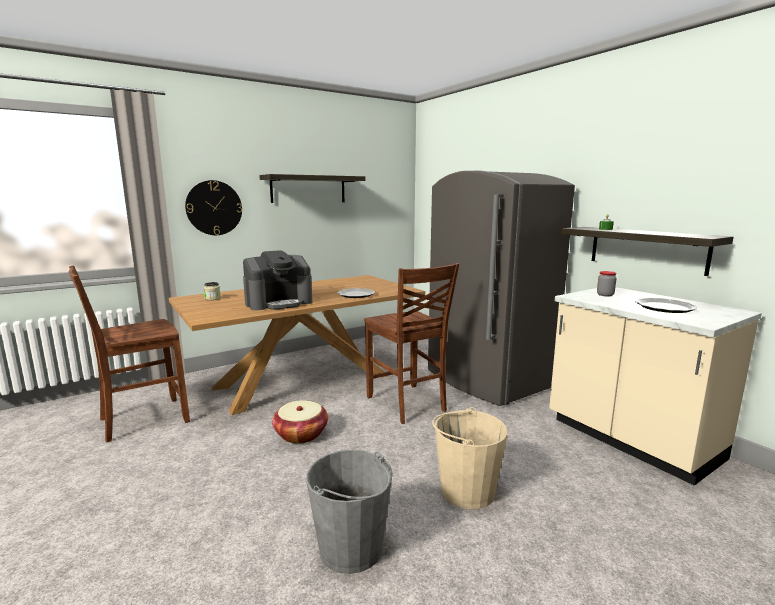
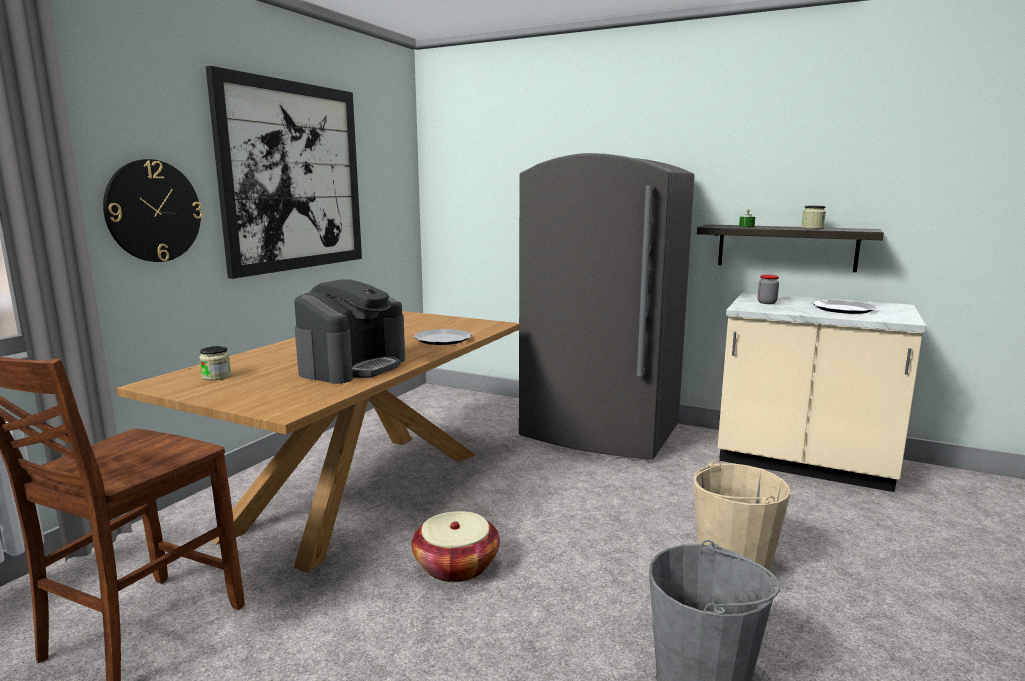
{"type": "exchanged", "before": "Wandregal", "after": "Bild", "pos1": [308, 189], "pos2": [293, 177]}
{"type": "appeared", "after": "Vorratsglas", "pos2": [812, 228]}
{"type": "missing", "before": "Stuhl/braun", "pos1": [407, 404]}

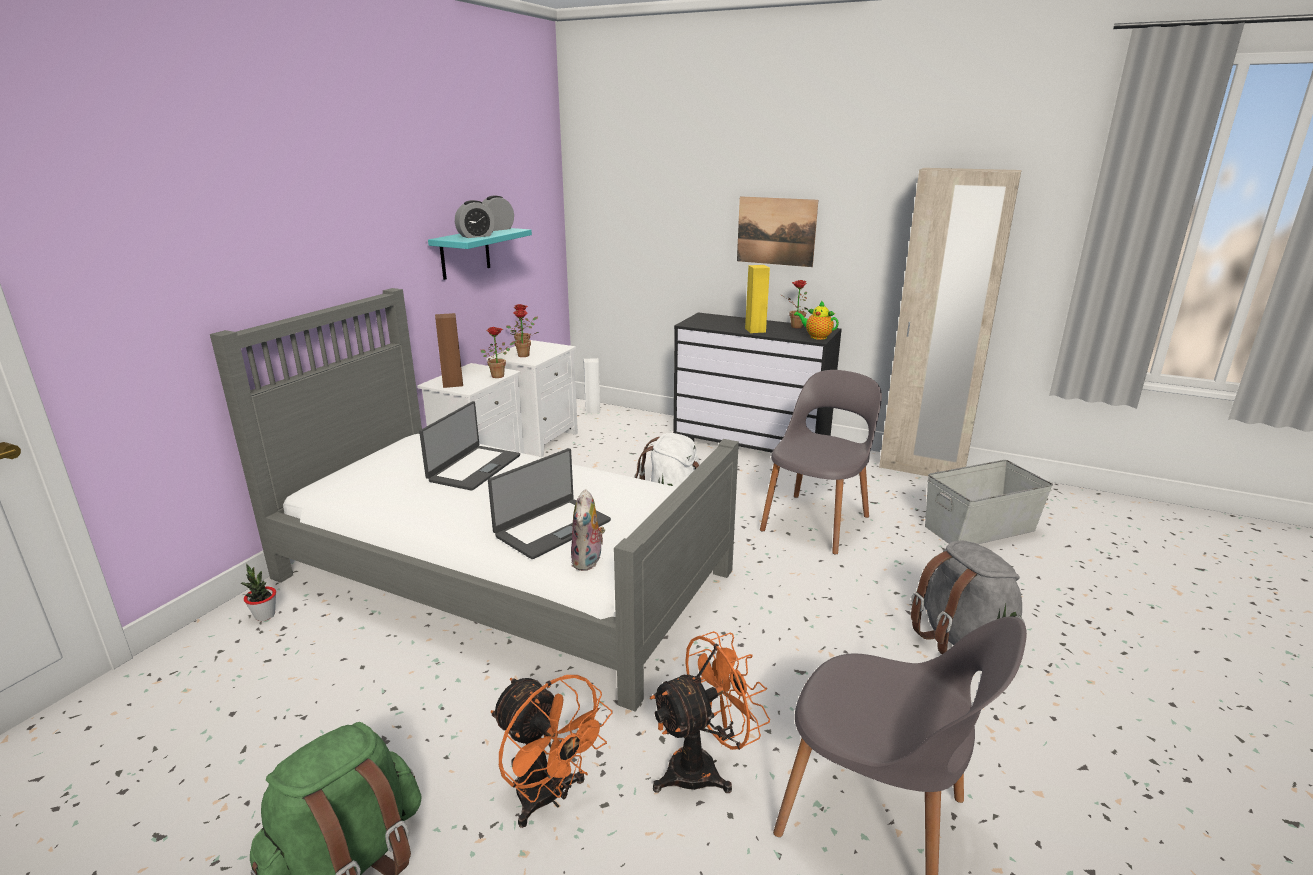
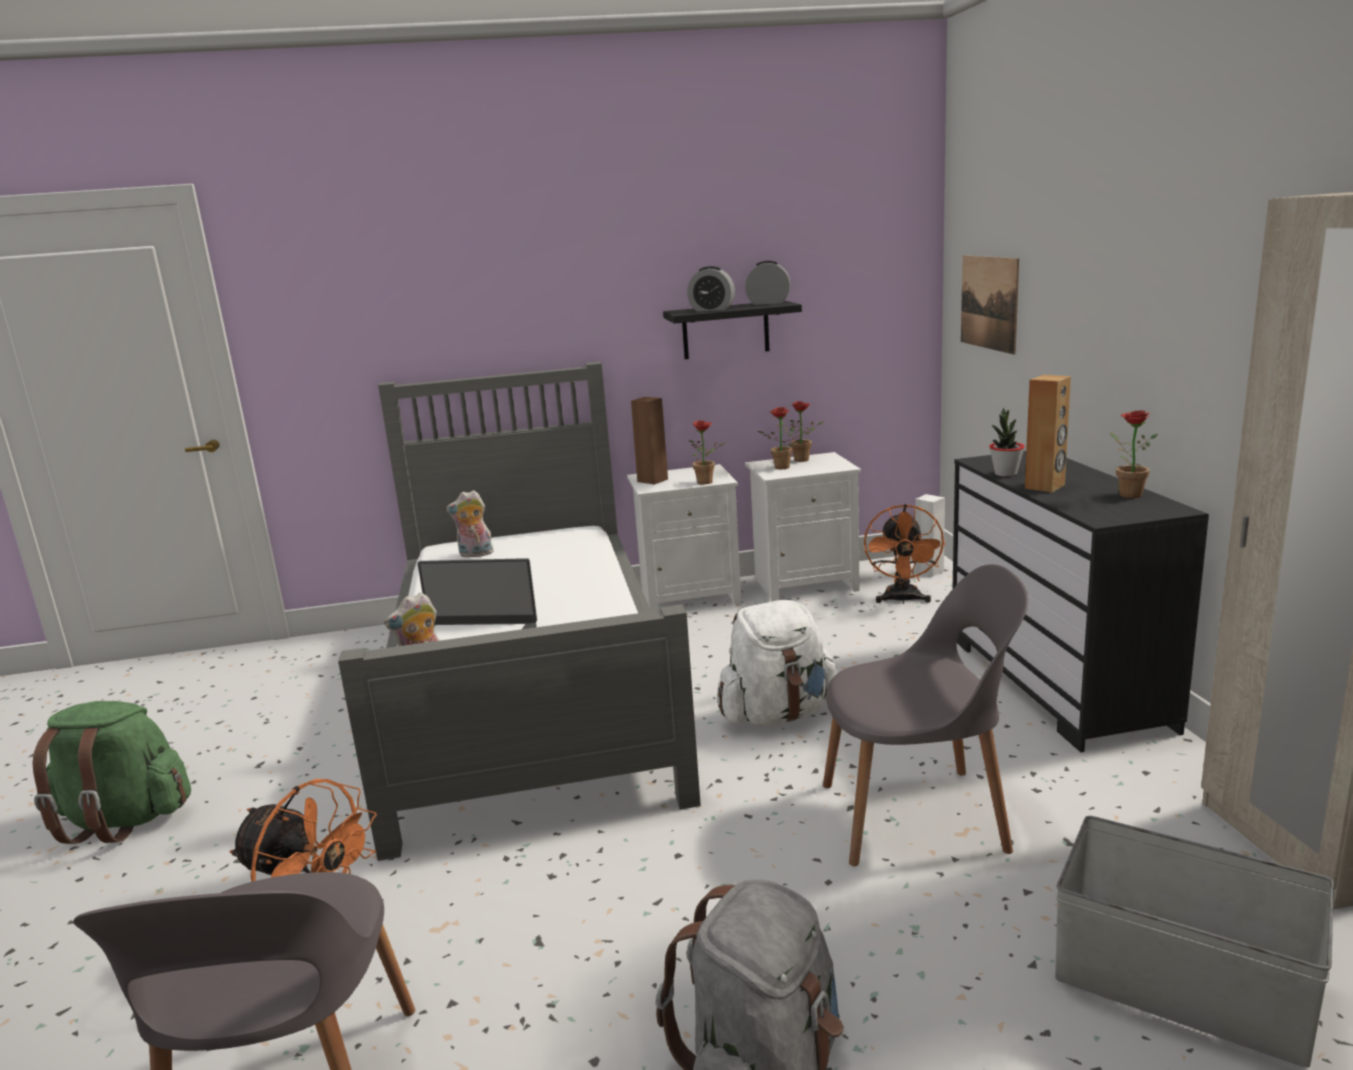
{"type": "appeared", "after": "Plüschtier", "pos2": [475, 554]}
{"type": "colour", "before": "Wandregal/türkis", "after": "Wandregal/schwarz", "pos1": [465, 253], "pos2": [725, 330]}
{"type": "relocated", "before": "Ventilator/orange", "pos1": [548, 798], "pos2": [902, 600]}
{"type": "relocated", "before": "Bild", "pos1": [776, 231], "pos2": [989, 302]}
{"type": "relocated", "before": "Topfpflanze", "pos1": [265, 615], "pos2": [1005, 474]}
{"type": "colour", "before": "Lautsprecher/gelb", "after": "Lautsprecher/braun", "pos1": [755, 330], "pos2": [1045, 487]}
{"type": "missing", "before": "Laptop", "pos1": [473, 468]}
{"type": "missing", "before": "Teekanne", "pos1": [816, 337]}

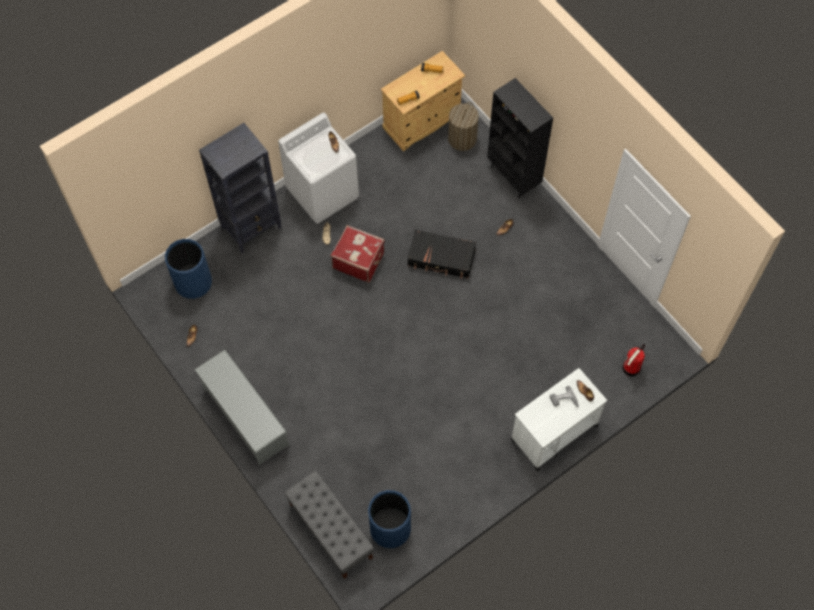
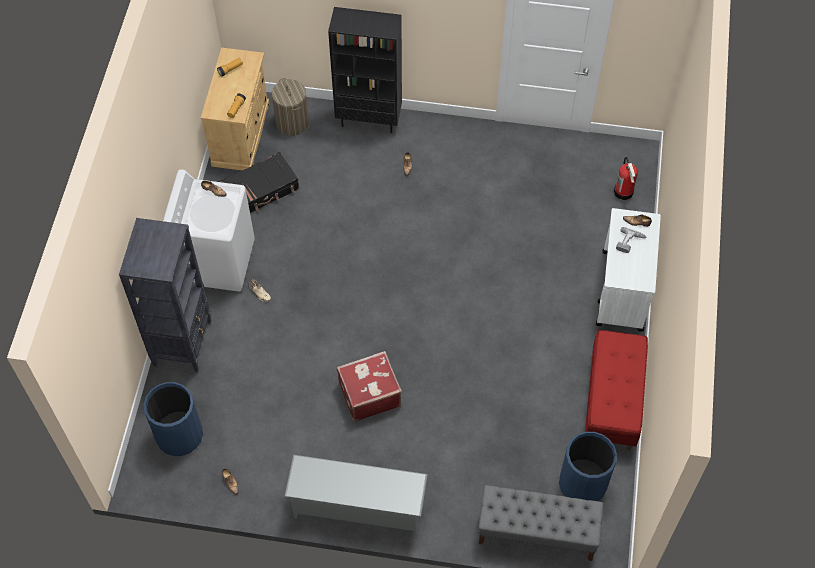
{"type": "relocated", "before": "Koffer/schwarz", "pos1": [441, 258], "pos2": [259, 191]}
{"type": "relocated", "before": "Koffer/rot", "pos1": [358, 260], "pos2": [368, 394]}
{"type": "appeared", "after": "Bank/rot", "pos2": [612, 401]}

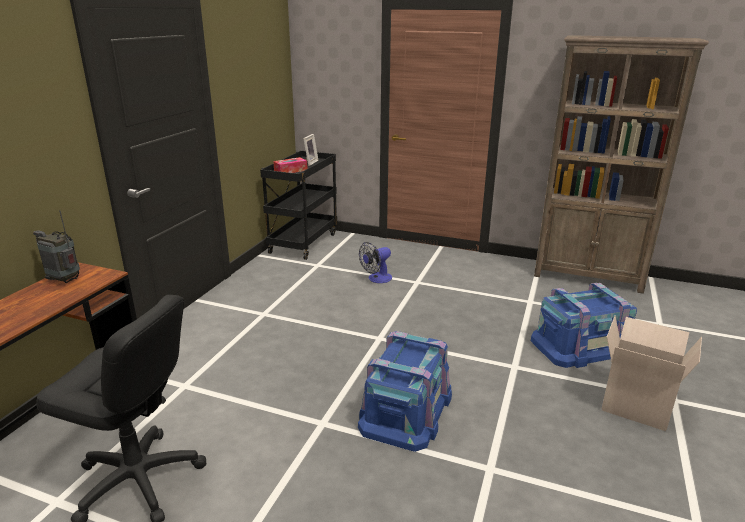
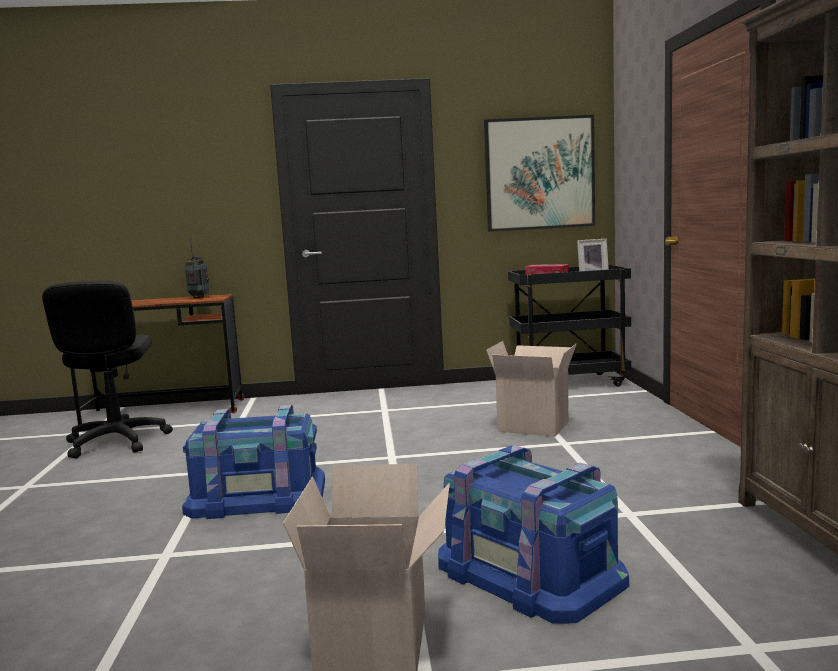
{"type": "appeared", "after": "Bild", "pos2": [539, 173]}
{"type": "exchanged", "before": "Ventilator", "after": "Karton", "pos1": [376, 279], "pos2": [535, 426]}

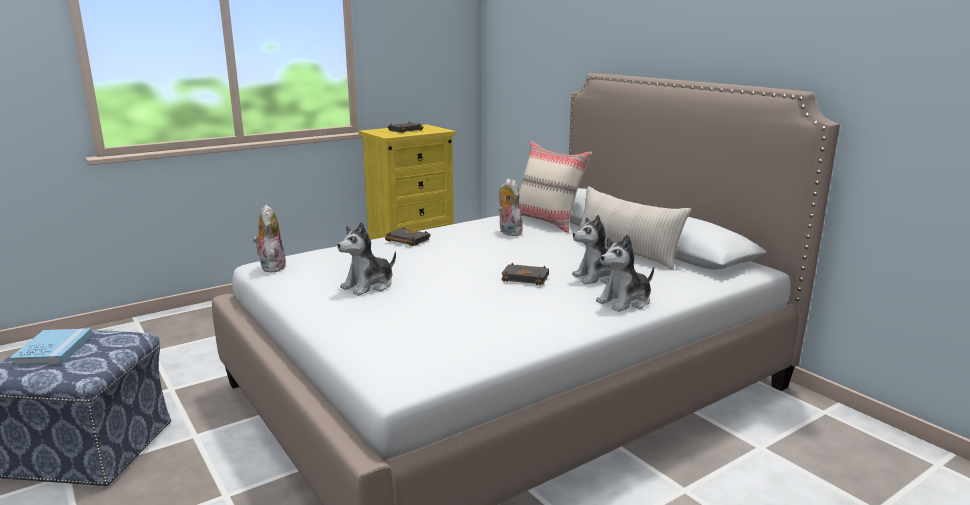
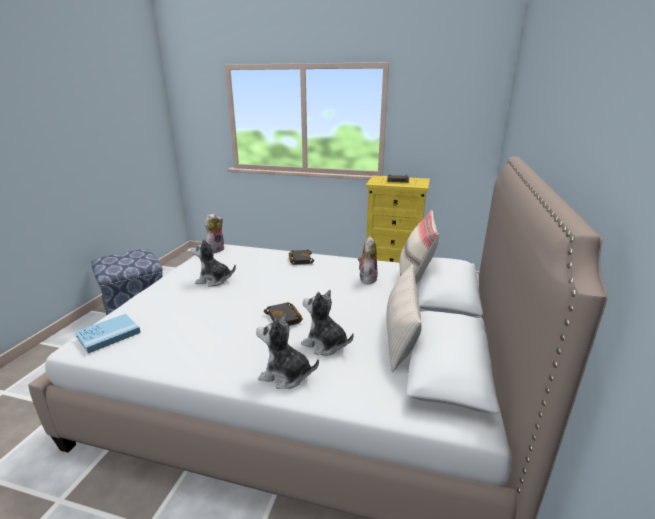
{"type": "relocated", "before": "Buch/blau", "pos1": [53, 350], "pos2": [108, 335]}

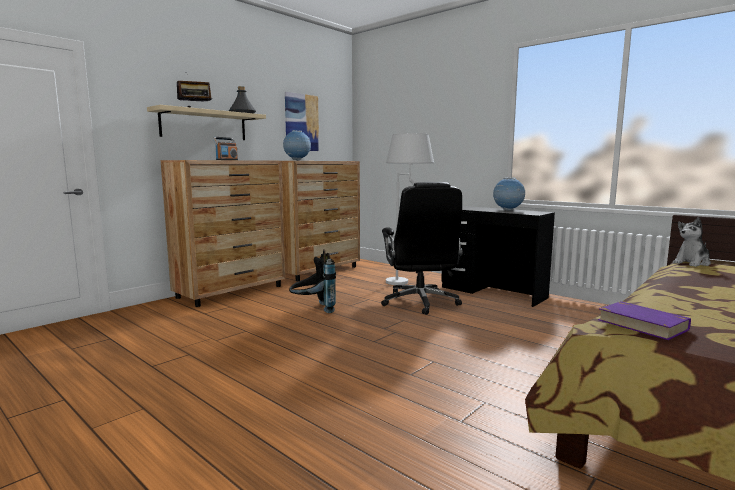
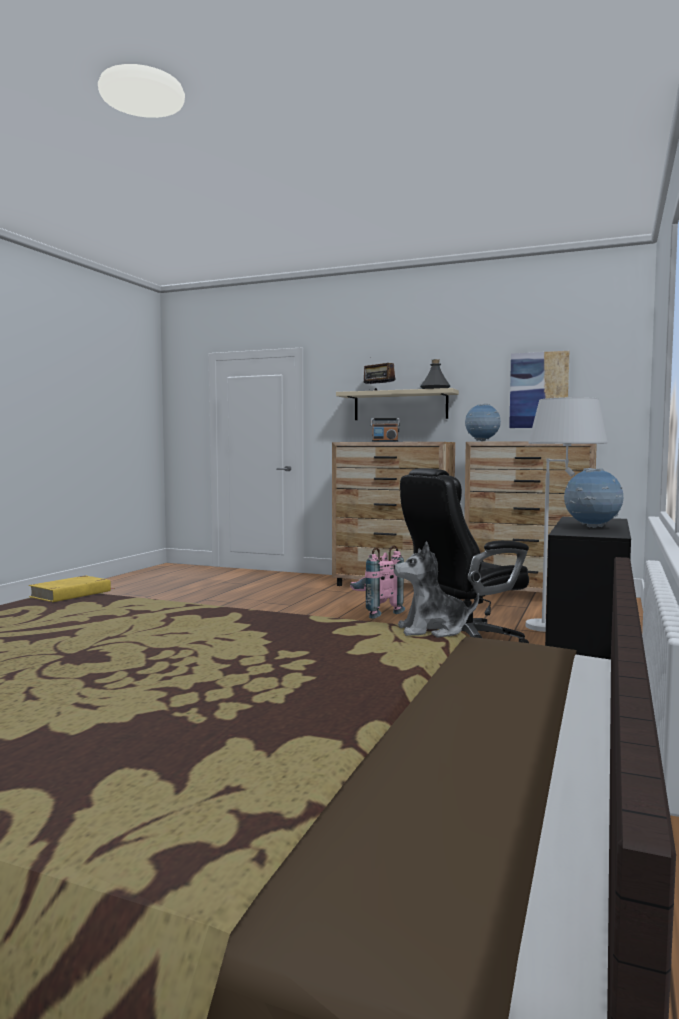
{"type": "colour", "before": "Buch/lila", "after": "Buch/gelb", "pos1": [642, 324], "pos2": [71, 594]}
{"type": "colour", "before": "Rucksack/schwarz", "after": "Rucksack/rosa", "pos1": [313, 309], "pos2": [374, 612]}
{"type": "spun", "before": "Plüschtier", "pos1": [692, 263], "pos2": [433, 630], "turn": -45}

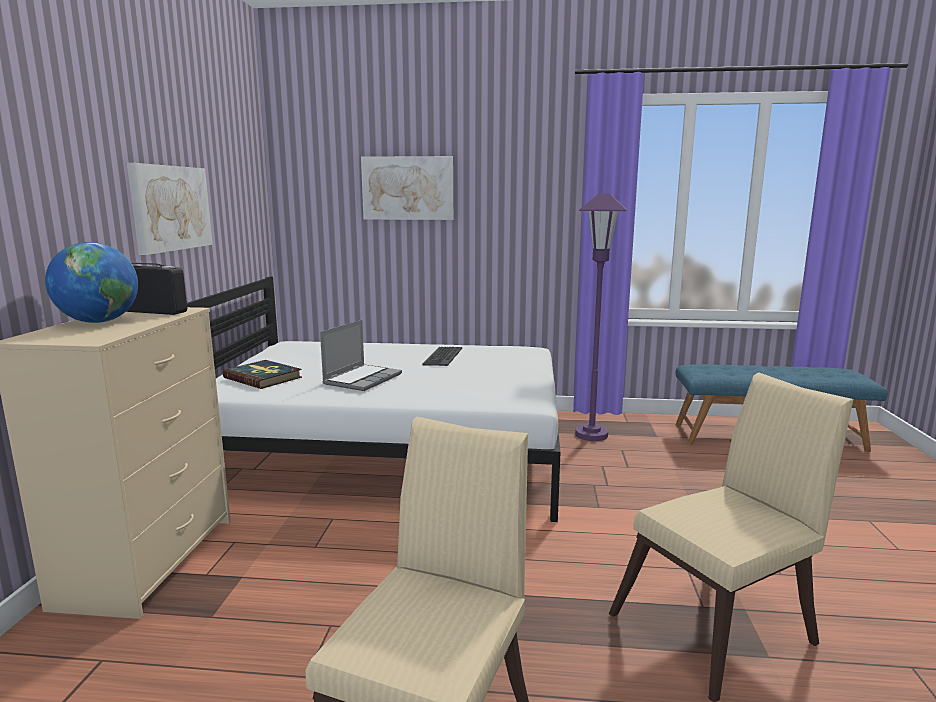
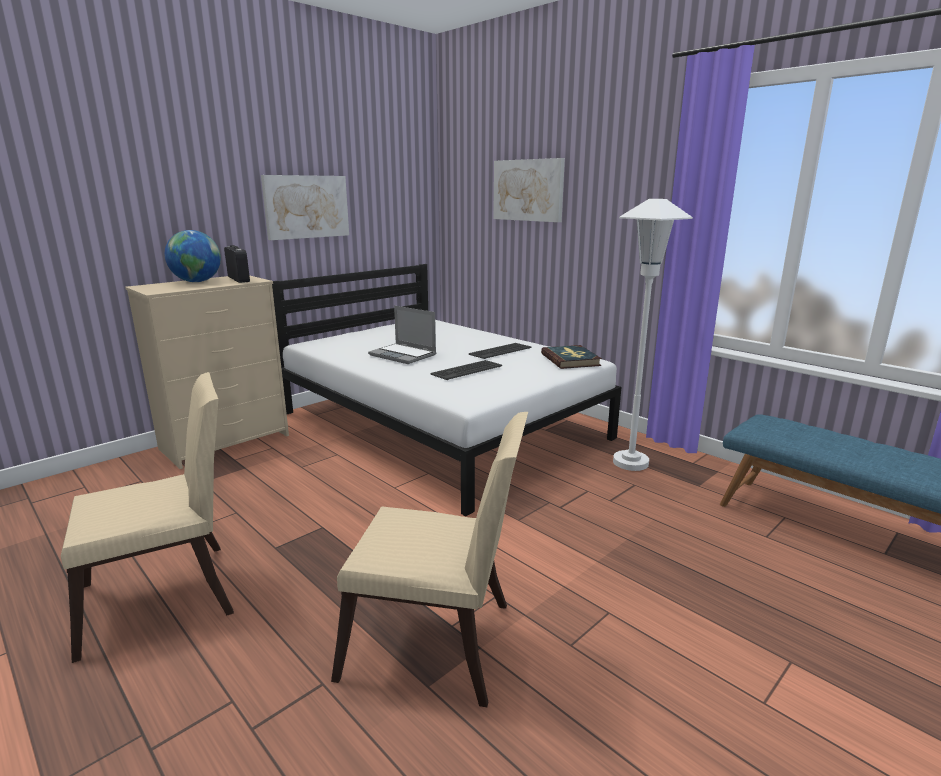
{"type": "spun", "before": "Laptop", "pos1": [362, 379], "pos2": [403, 355], "turn": 60}
{"type": "appeared", "after": "Tastatur", "pos2": [466, 370]}
{"type": "relocated", "before": "Buch", "pos1": [263, 377], "pos2": [570, 360]}
{"type": "colour", "before": "Stehlampe/lila", "after": "Stehlampe/weiß", "pos1": [591, 435], "pos2": [630, 462]}

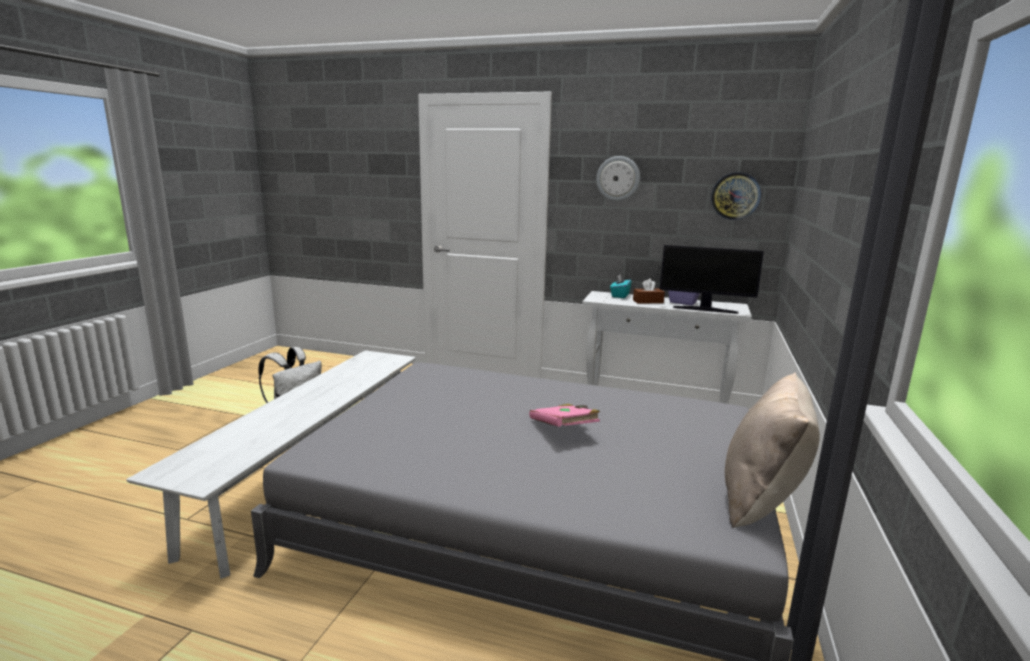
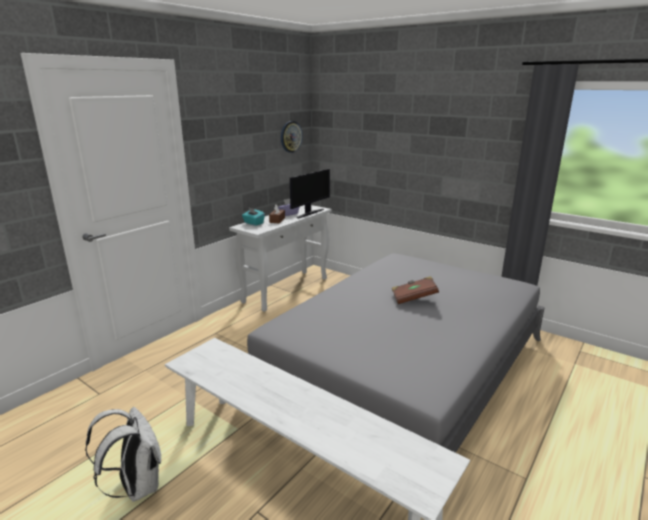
{"type": "colour", "before": "Buch/rosa", "after": "Buch/braun", "pos1": [564, 428], "pos2": [413, 298]}
{"type": "missing", "before": "Wanduhr", "pos1": [618, 178]}
{"type": "missing", "before": "Kissen/beige", "pos1": [761, 500]}

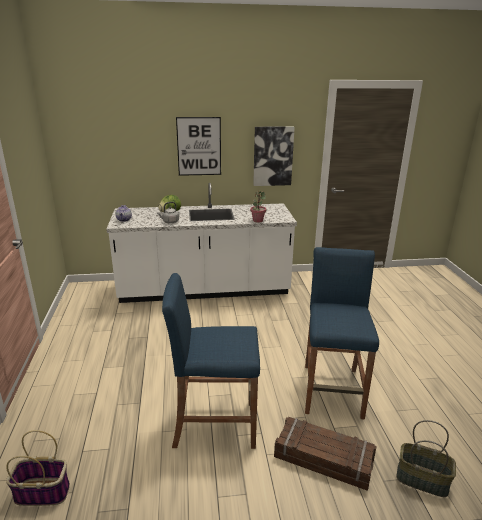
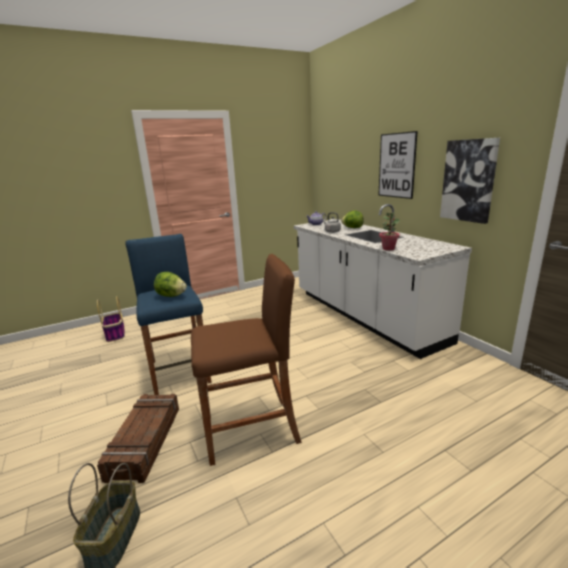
{"type": "appeared", "after": "Salatkopf", "pos2": [171, 296]}
{"type": "colour", "before": "Hocker/blau", "after": "Hocker/braun", "pos1": [332, 390], "pos2": [251, 430]}

